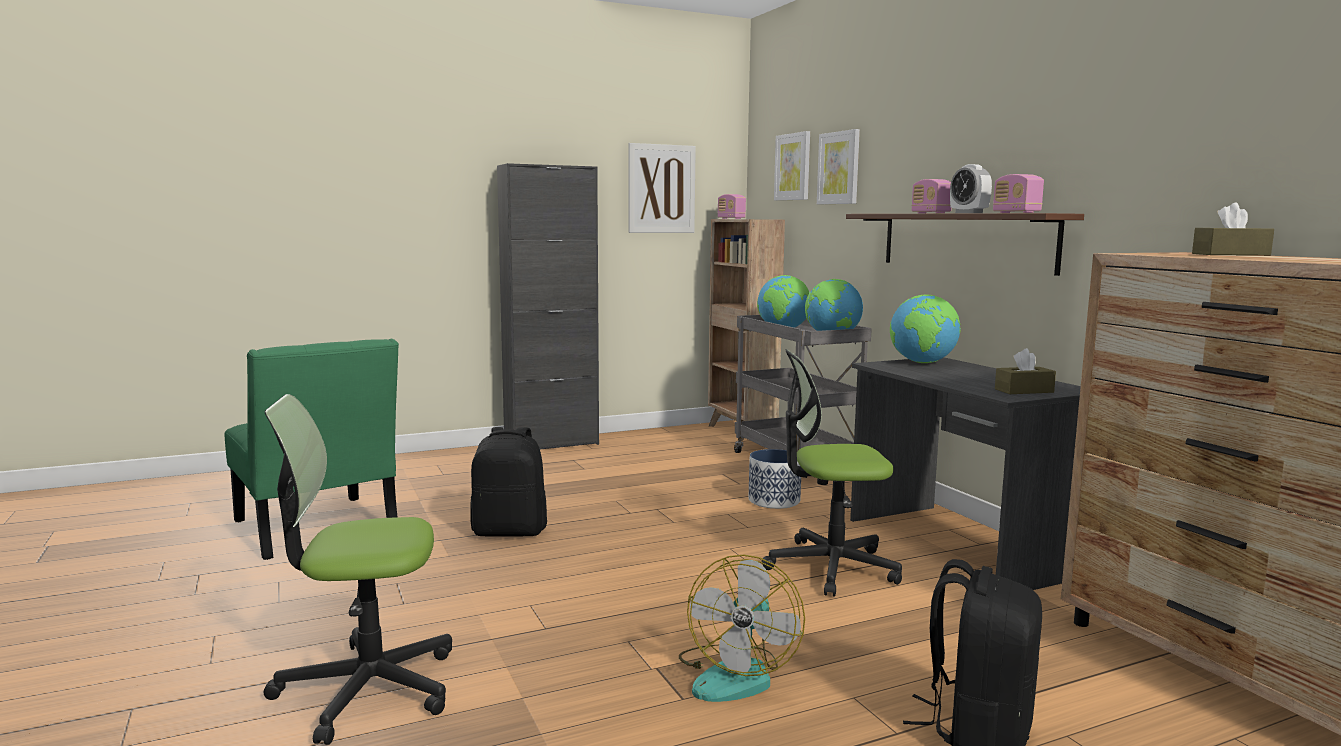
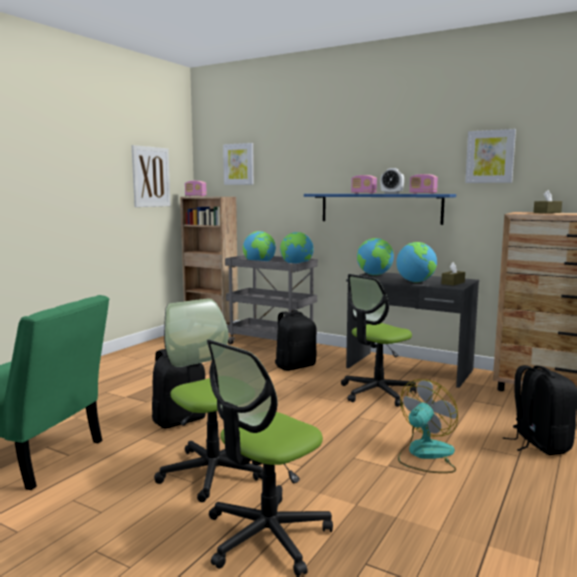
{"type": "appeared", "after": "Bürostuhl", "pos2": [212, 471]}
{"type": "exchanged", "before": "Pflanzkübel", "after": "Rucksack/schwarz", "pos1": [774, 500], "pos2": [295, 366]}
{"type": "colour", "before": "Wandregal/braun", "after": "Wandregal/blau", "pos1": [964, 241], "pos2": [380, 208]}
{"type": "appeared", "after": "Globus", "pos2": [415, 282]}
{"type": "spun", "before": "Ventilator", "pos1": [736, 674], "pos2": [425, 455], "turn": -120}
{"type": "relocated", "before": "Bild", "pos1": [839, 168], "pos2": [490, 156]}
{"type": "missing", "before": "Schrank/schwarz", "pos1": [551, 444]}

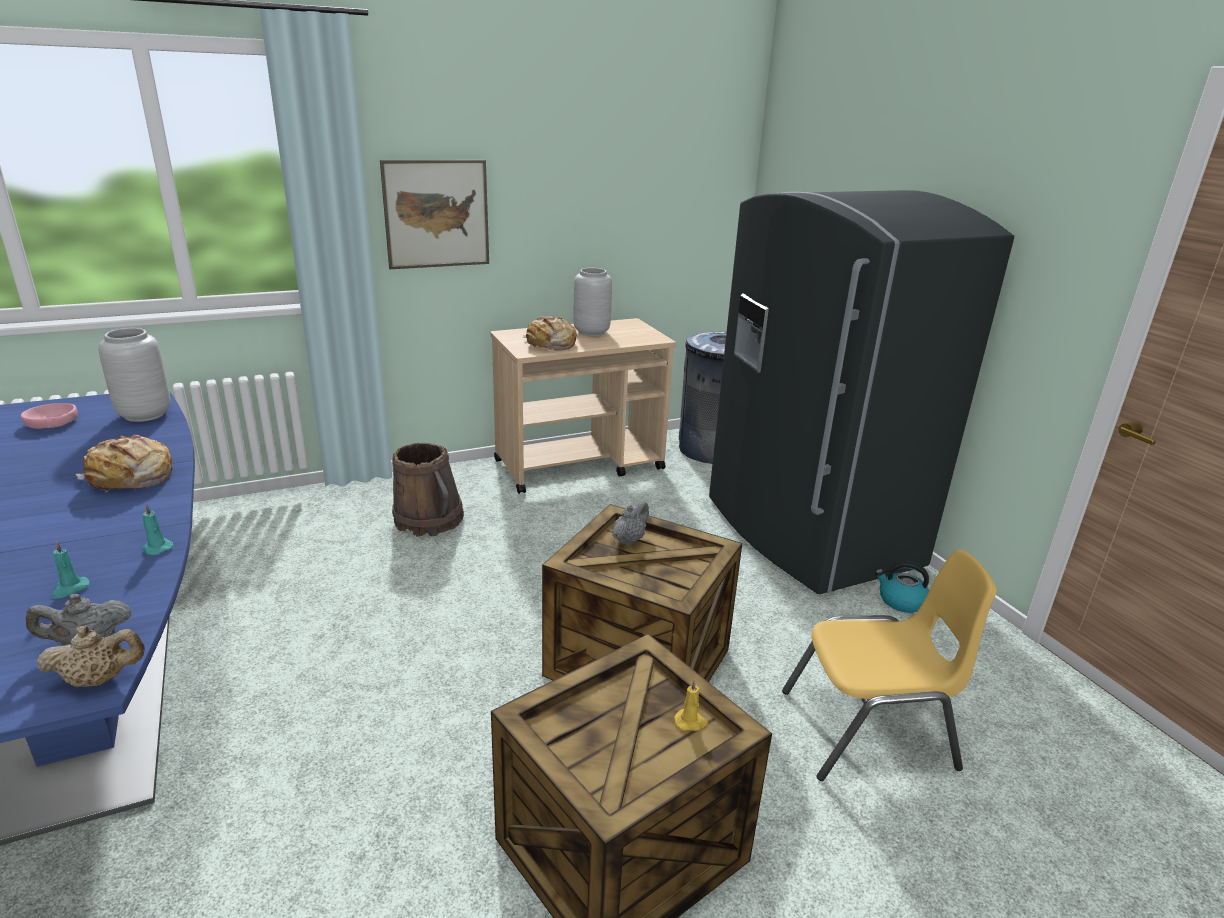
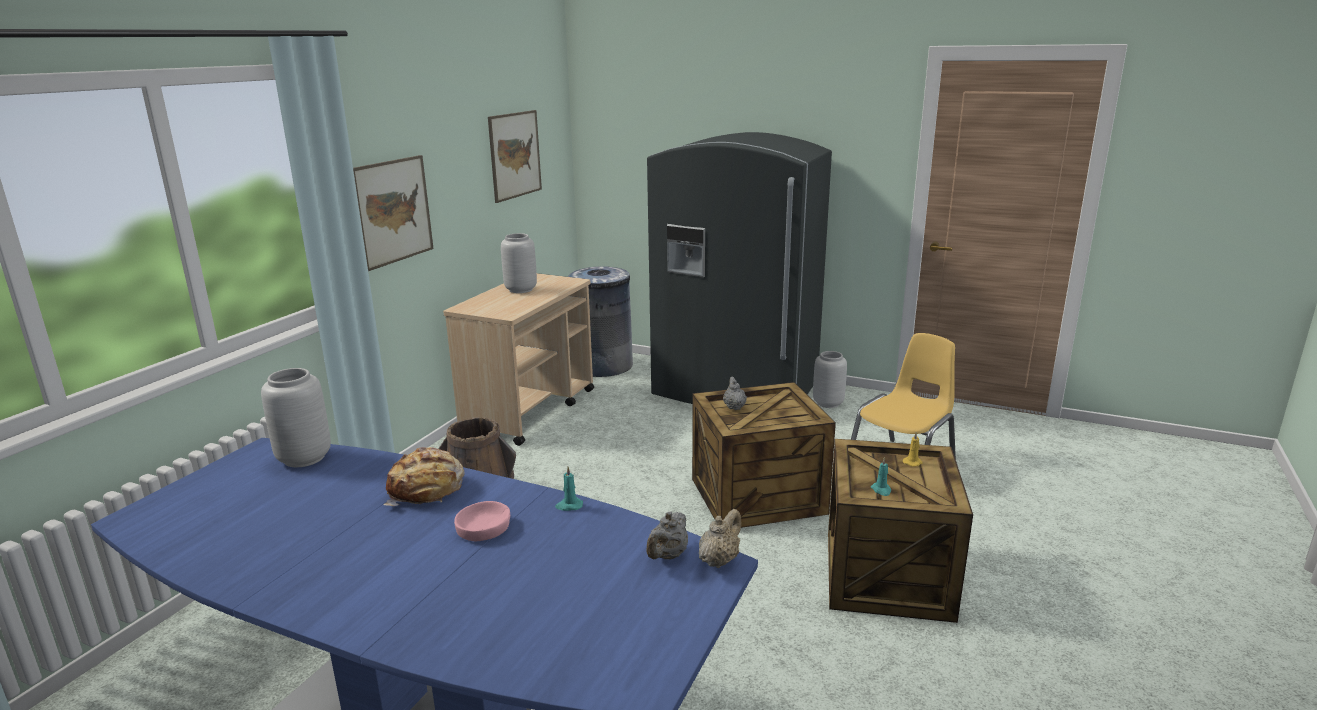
{"type": "relocated", "before": "Schüssel/rosa", "pos1": [52, 422], "pos2": [484, 528]}
{"type": "appeared", "after": "Bild", "pos2": [515, 155]}
{"type": "exchanged", "before": "Wasserkessel", "after": "Vase/grau", "pos1": [901, 601], "pos2": [828, 403]}
{"type": "relocated", "before": "Kerze/türkis", "pos1": [70, 589], "pos2": [881, 490]}
{"type": "missing", "before": "Brot", "pos1": [550, 344]}

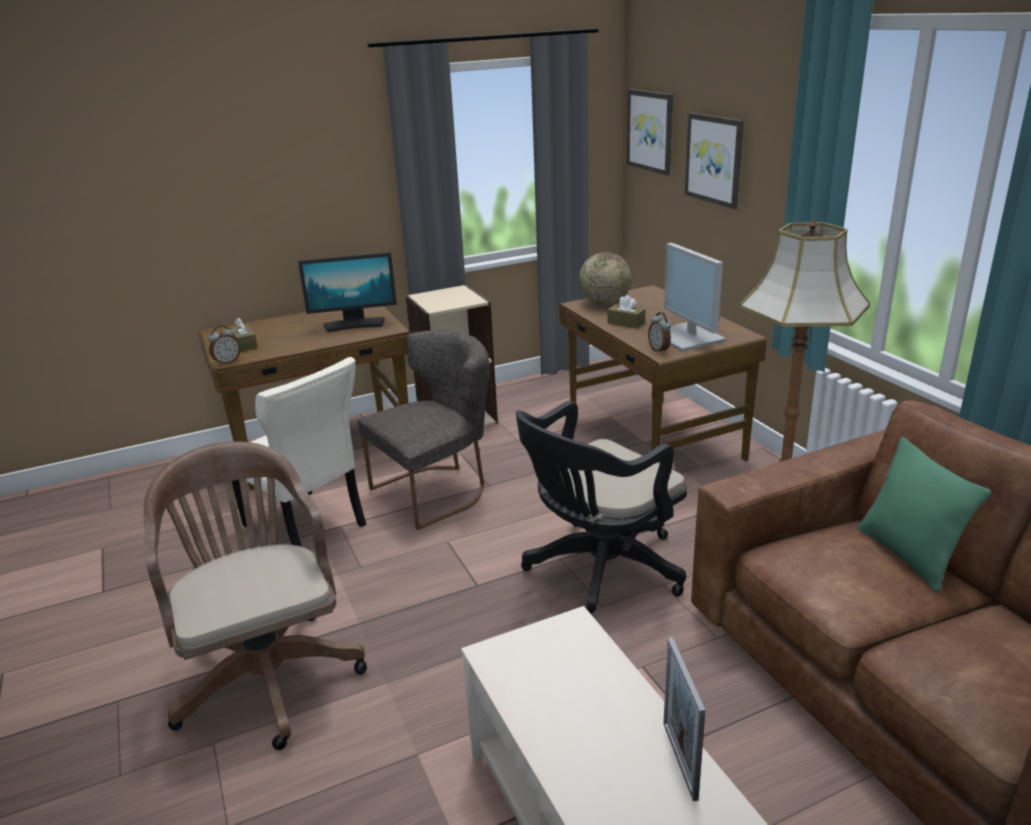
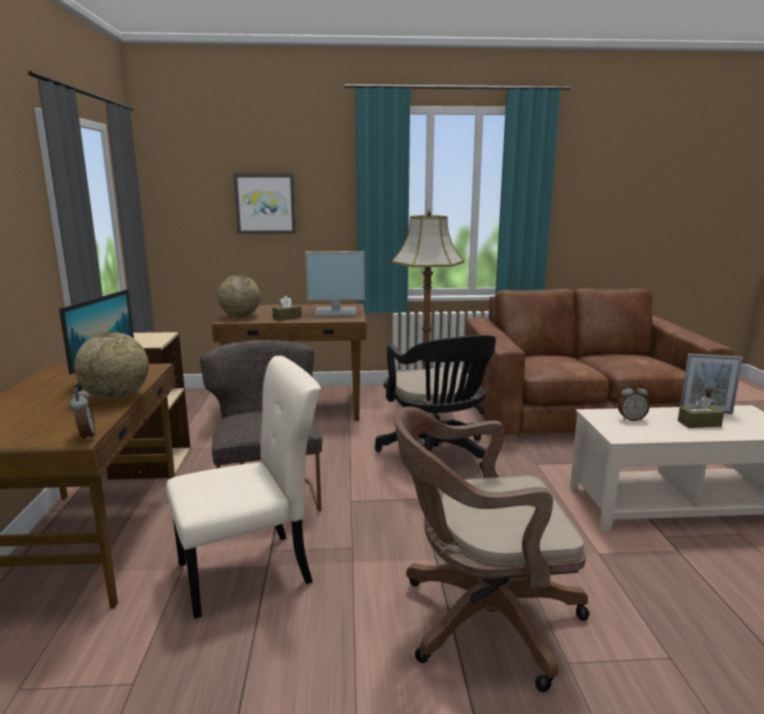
{"type": "appeared", "after": "Globus", "pos2": [116, 397]}
{"type": "relocated", "before": "Wecker", "pos1": [659, 350], "pos2": [631, 419]}
{"type": "relocated", "before": "Taschentuchbox/braun", "pos1": [245, 344], "pos2": [699, 423]}
{"type": "missing", "before": "Bild", "pos1": [650, 131]}
{"type": "missing", "before": "Kissen/grün", "pos1": [908, 555]}

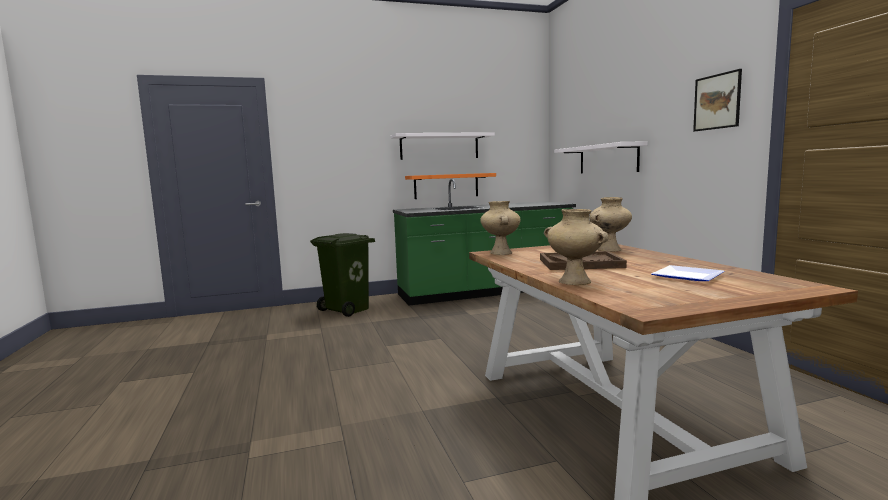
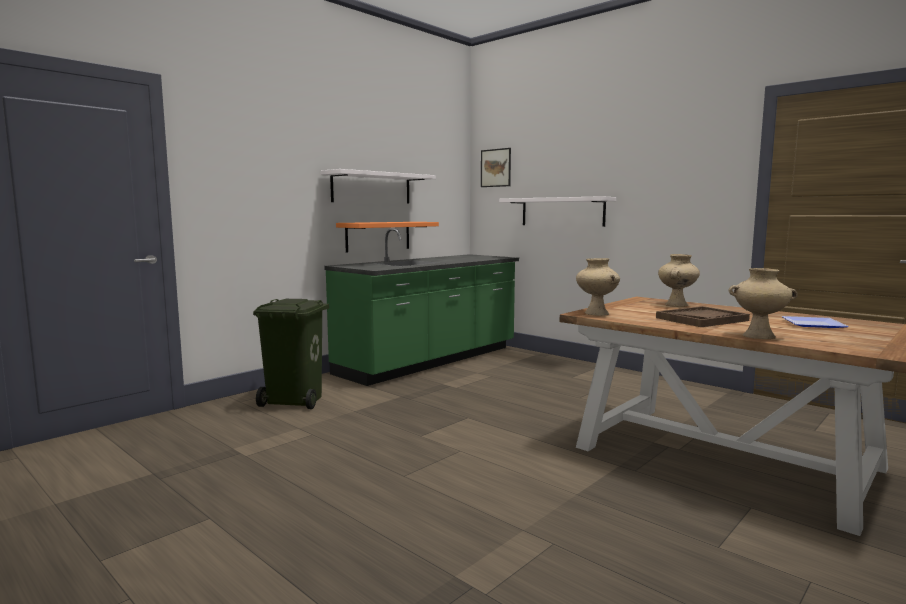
{"type": "relocated", "before": "Bild", "pos1": [717, 101], "pos2": [496, 168]}

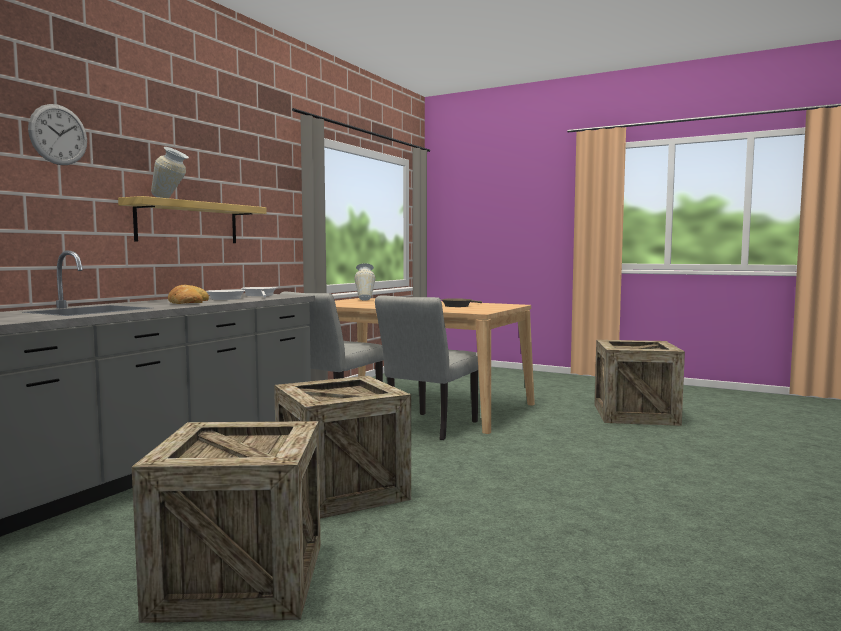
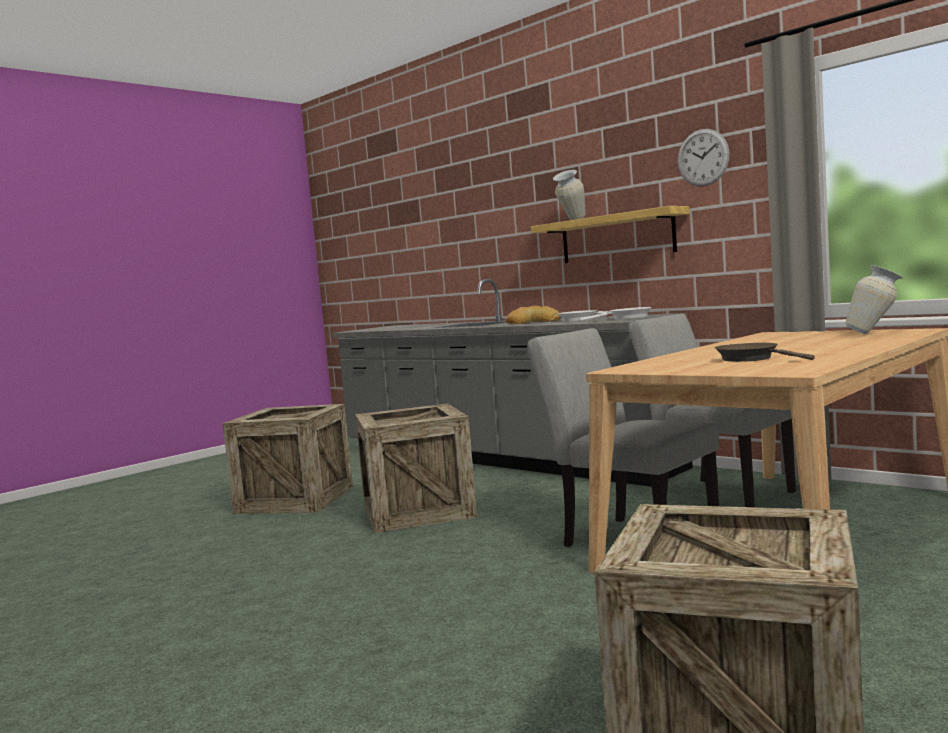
{"type": "relocated", "before": "Wanduhr", "pos1": [58, 135], "pos2": [703, 157]}

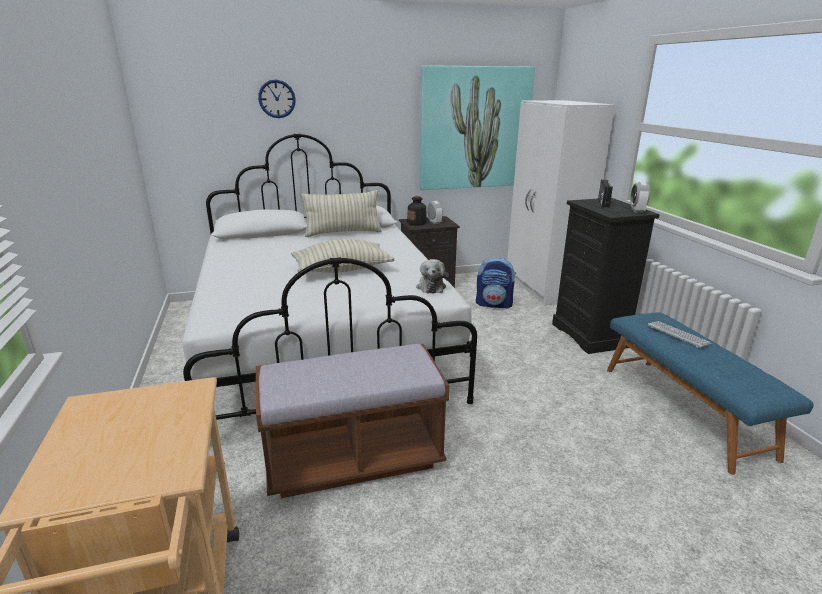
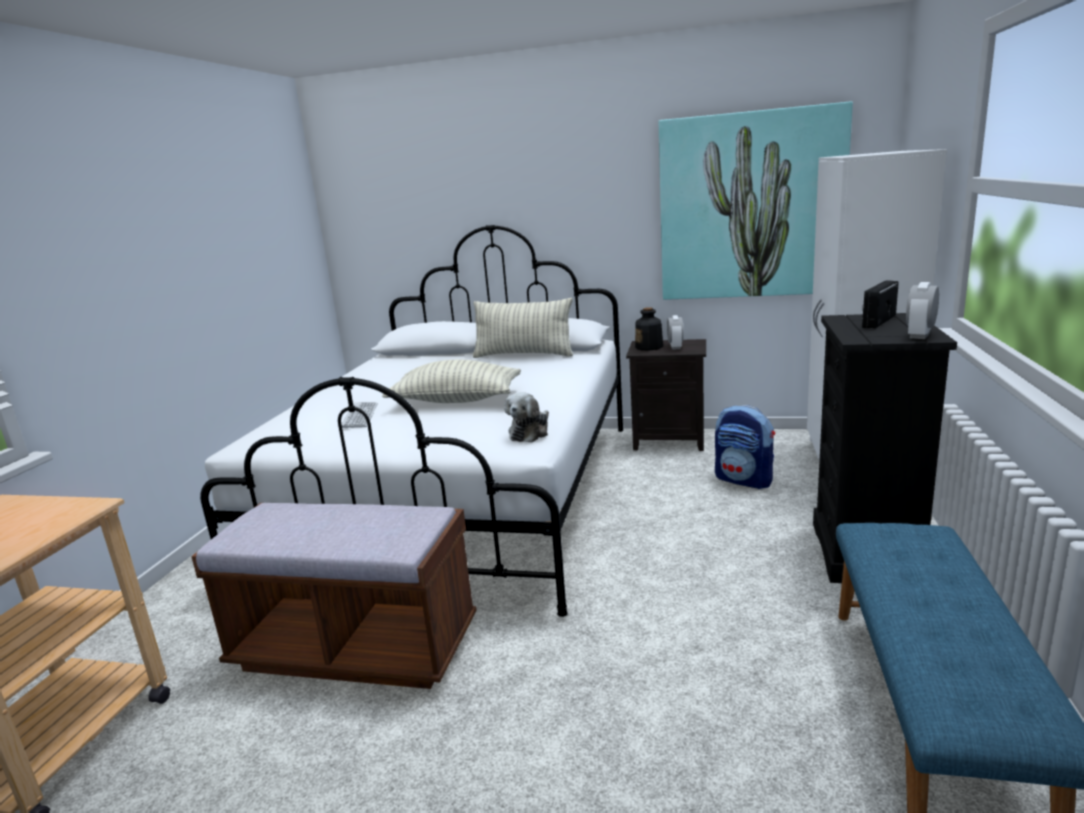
{"type": "relocated", "before": "Tastatur", "pos1": [678, 335], "pos2": [360, 416]}
{"type": "missing", "before": "Wanduhr", "pos1": [277, 99]}

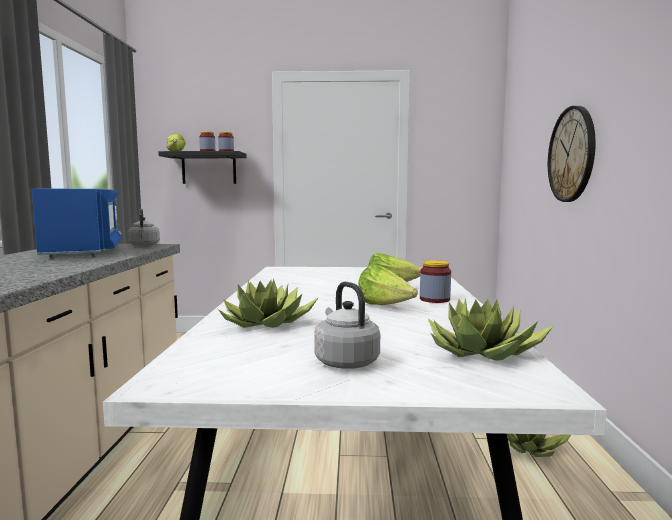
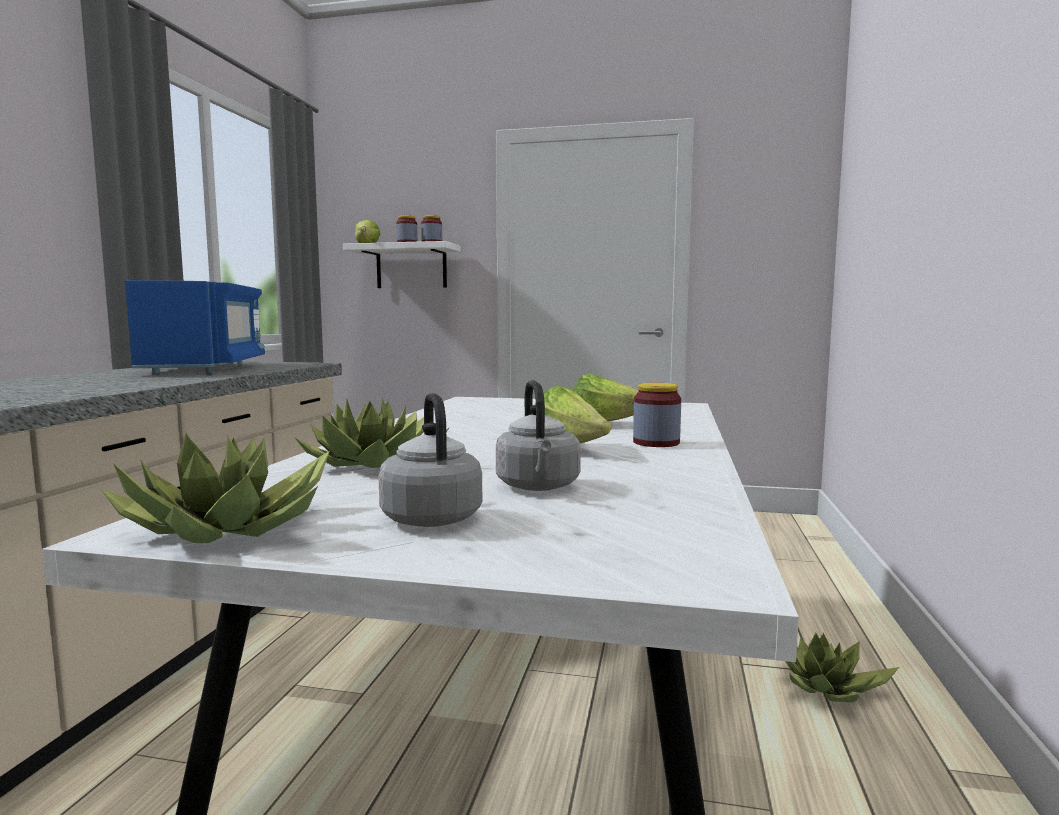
{"type": "relocated", "before": "Topfpflanze", "pos1": [483, 352], "pos2": [232, 529]}
{"type": "colour", "before": "Wandregal/schwarz", "after": "Wandregal/weiß", "pos1": [209, 168], "pos2": [411, 267]}
{"type": "relocated", "before": "Wasserkessel/grau", "pos1": [144, 245], "pos2": [538, 487]}
{"type": "missing", "before": "Wanduhr", "pos1": [571, 154]}

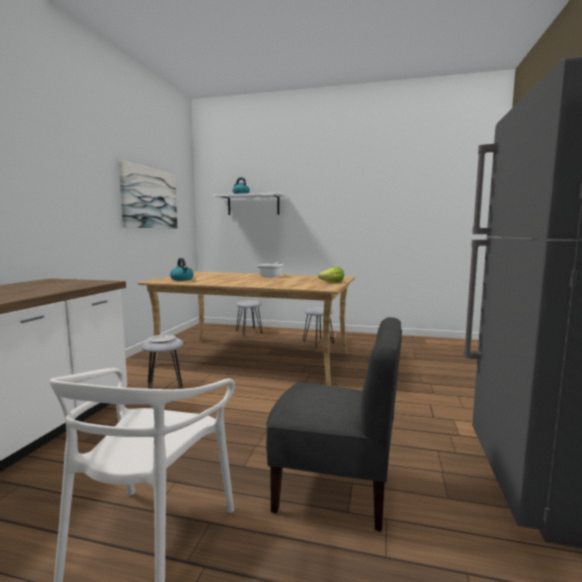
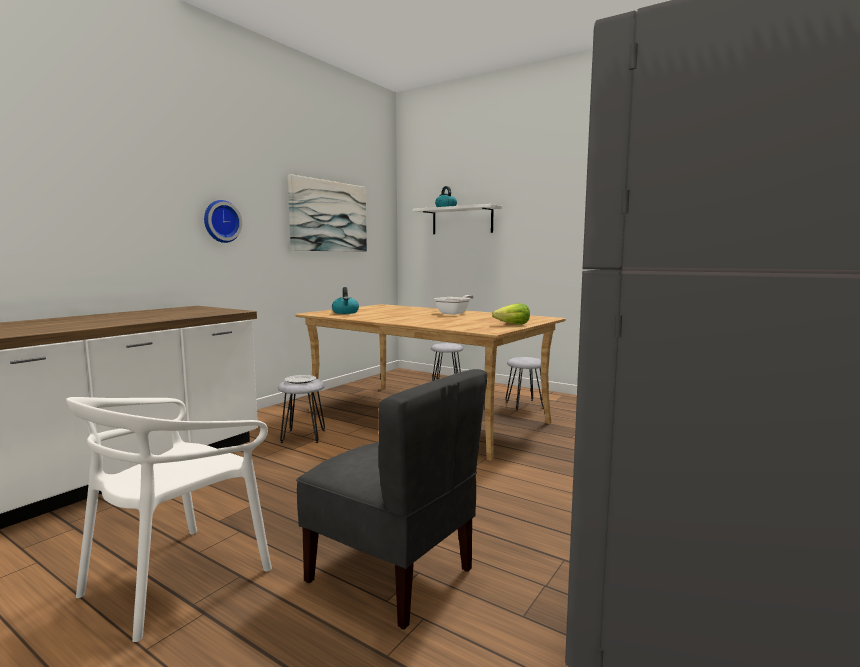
{"type": "appeared", "after": "Wanduhr", "pos2": [221, 221]}

